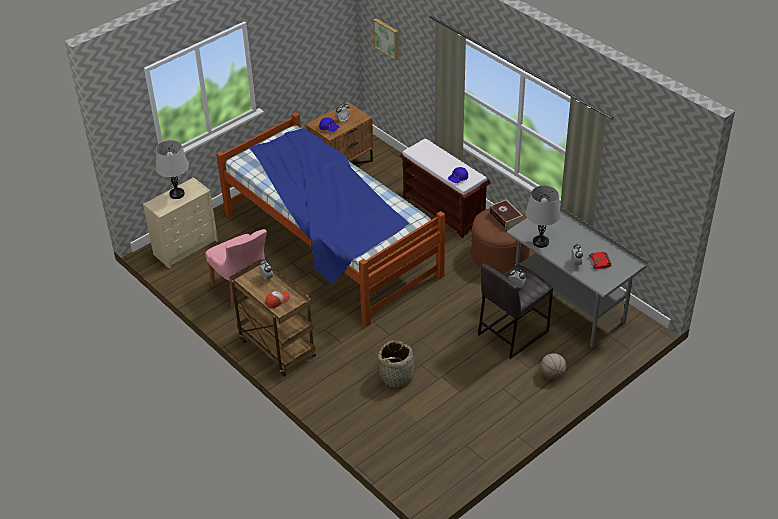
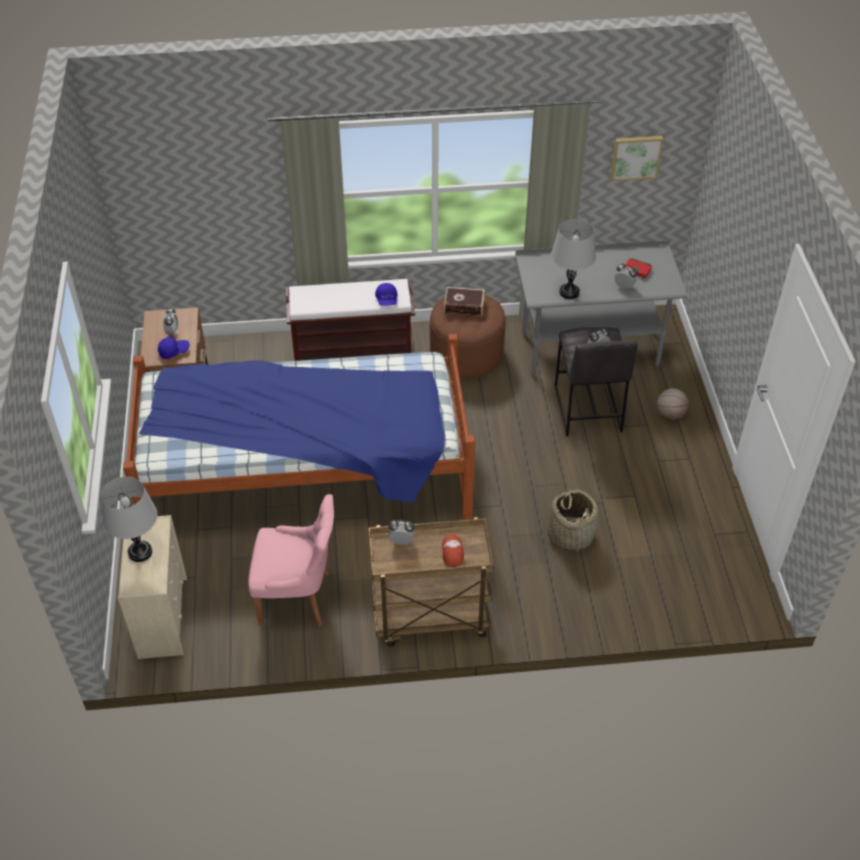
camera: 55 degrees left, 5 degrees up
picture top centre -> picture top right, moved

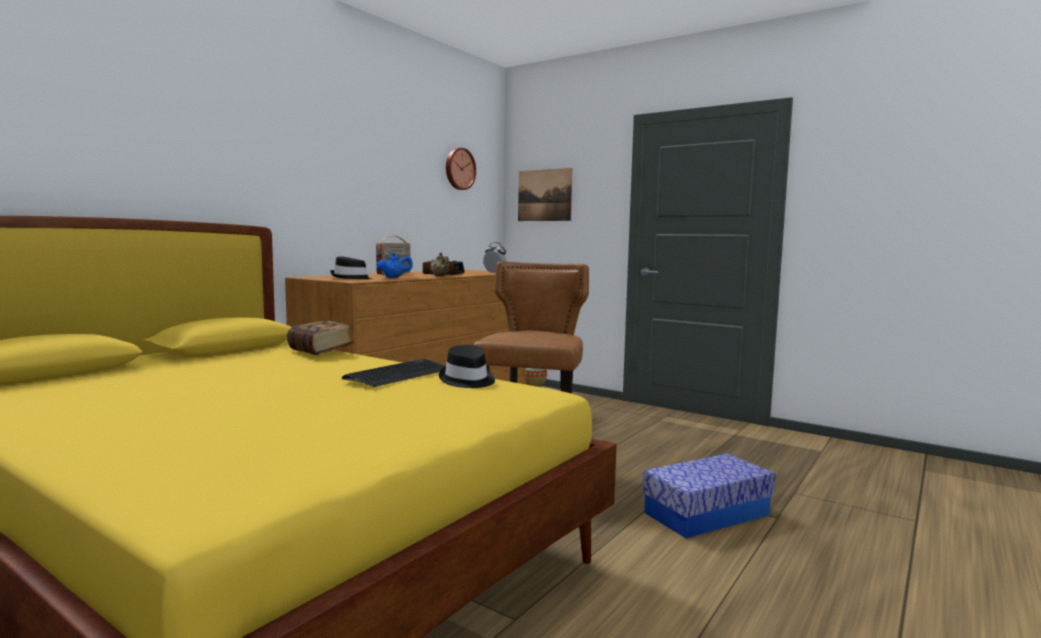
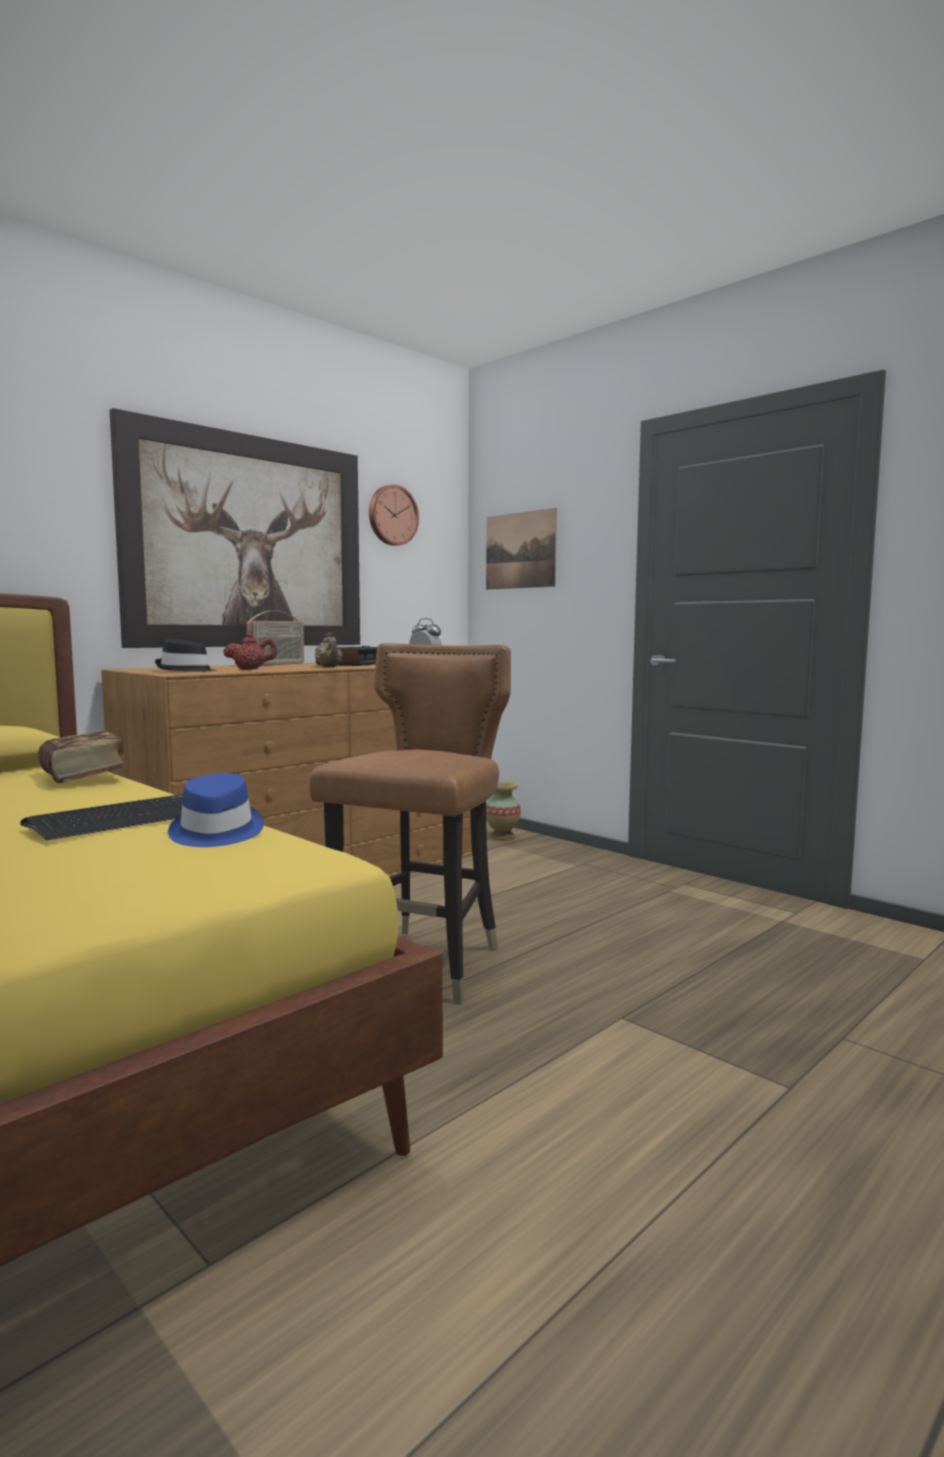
camera: 10 degrees right, 0 degrees up
teapot in blue centre -> teapot in red middle left
hat in black (2nd from left) centre -> hat in blue middle left
storage box bottom right -> none
none -> picture (1st from left) middle left

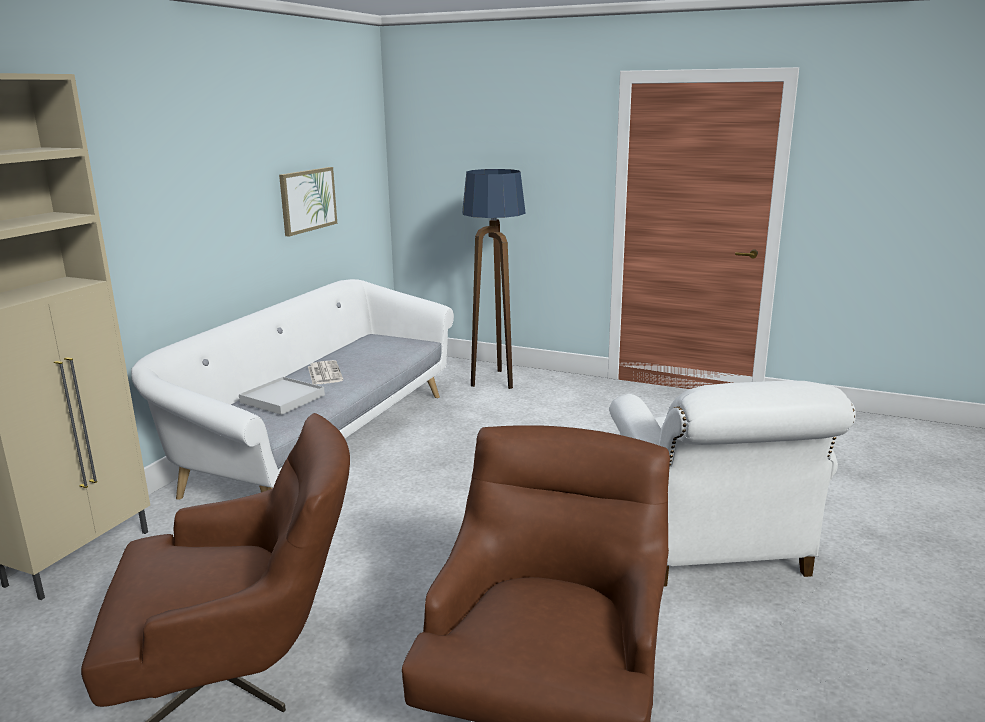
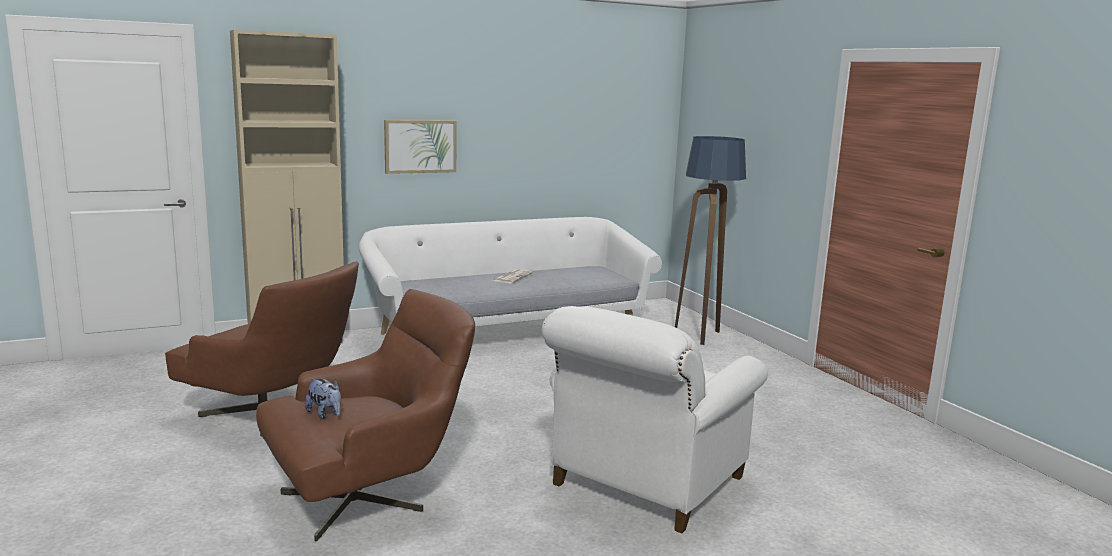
camera: 40 degrees right, 5 degrees down
picture top left -> picture top centre, moved
tray in white middle left -> none
none -> plush toy bottom left

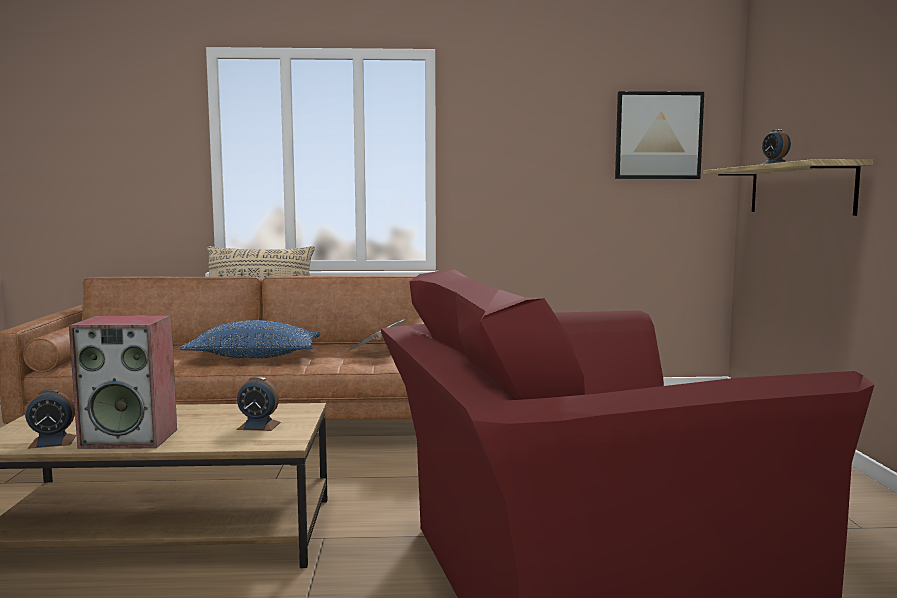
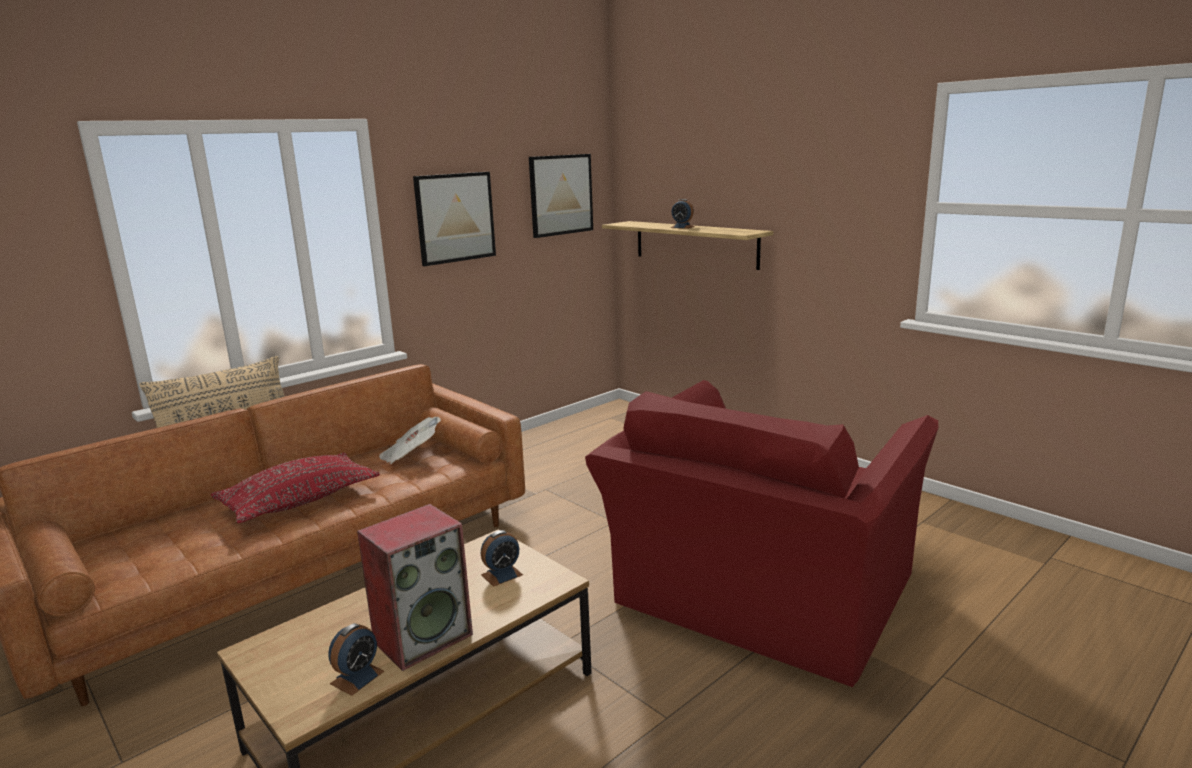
camera: 40 degrees left, 10 degrees up
pillow in blue middle left -> pillow in red middle left
none -> picture (1st from left) top centre

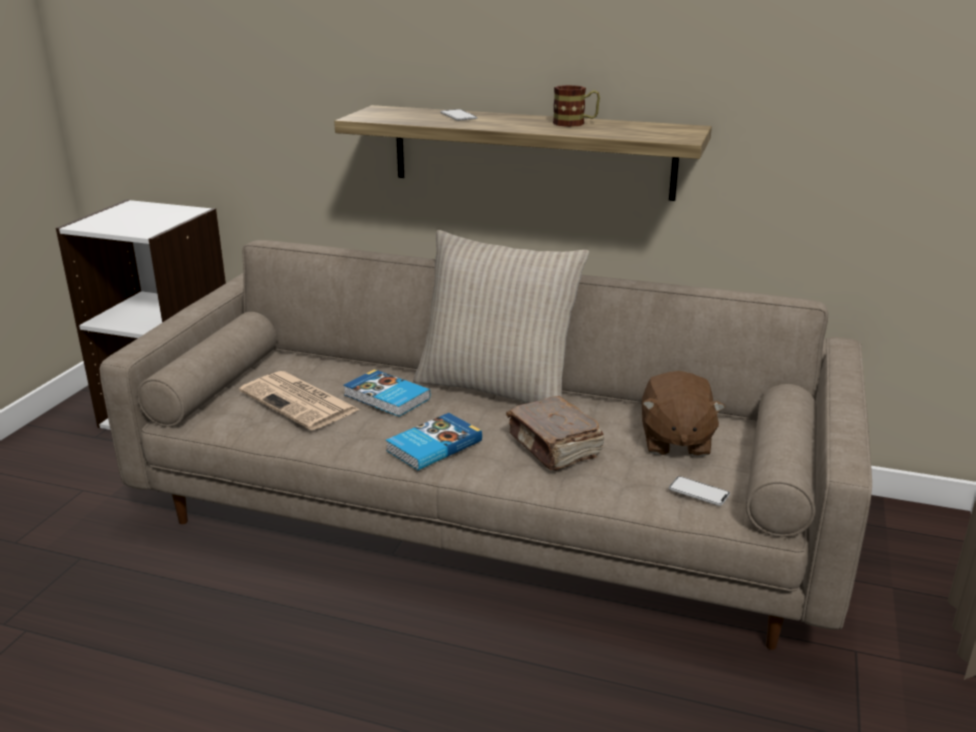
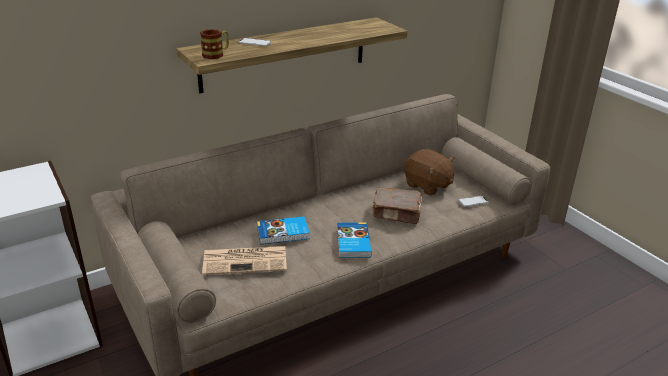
camera: 50 degrees left, 5 degrees up
mug top centre -> mug top left, moved
pillow in beige centre -> none

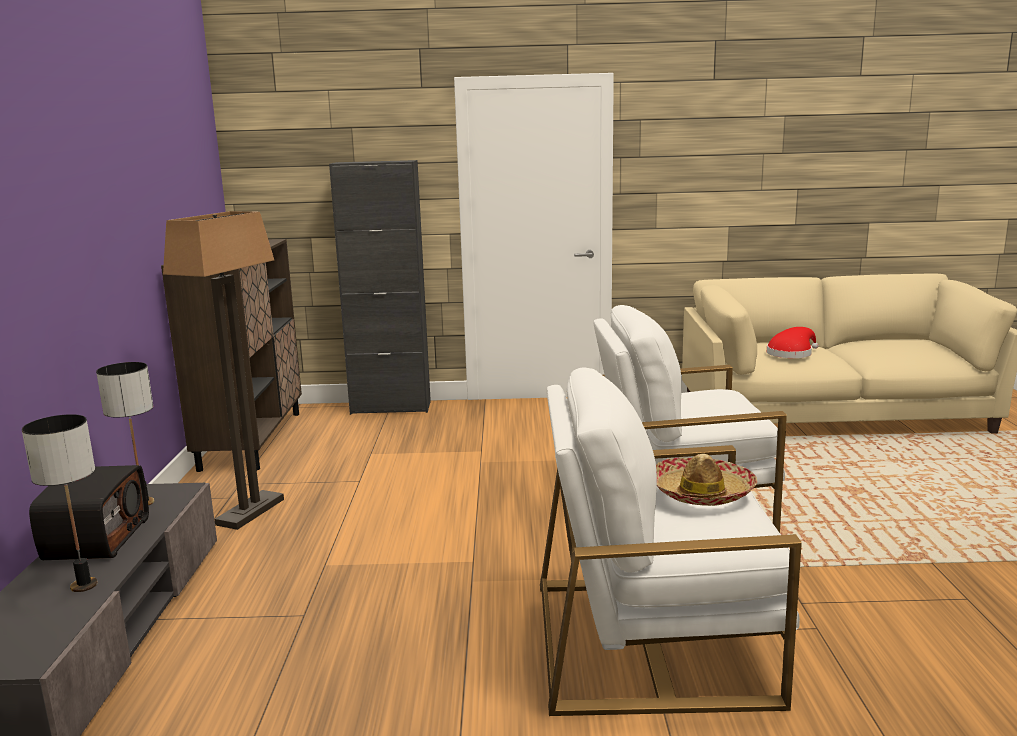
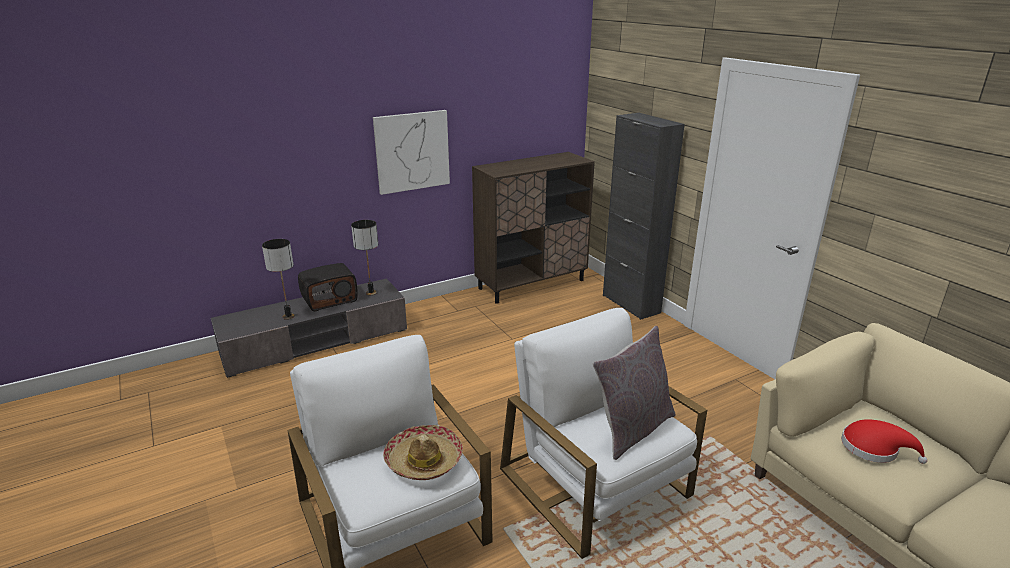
camera: 60 degrees right, 10 degrees up
floor lamp middle left -> none
none -> picture top centre
none -> pillow in grey bottom centre

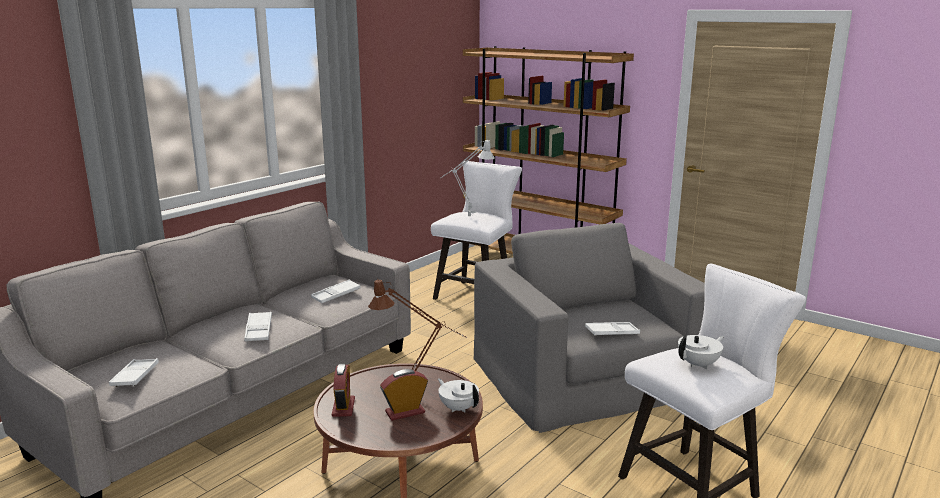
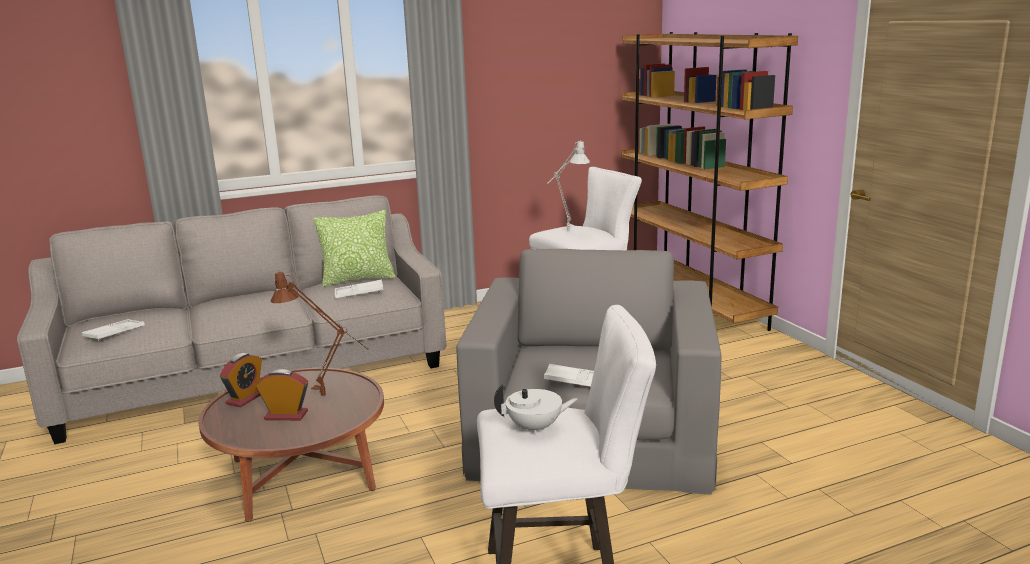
camera: 30 degrees right, 0 degrees up
tray in white (2nd from left) middle left -> none
teapot in white (1st from left) bottom centre -> none
none -> pillow centre

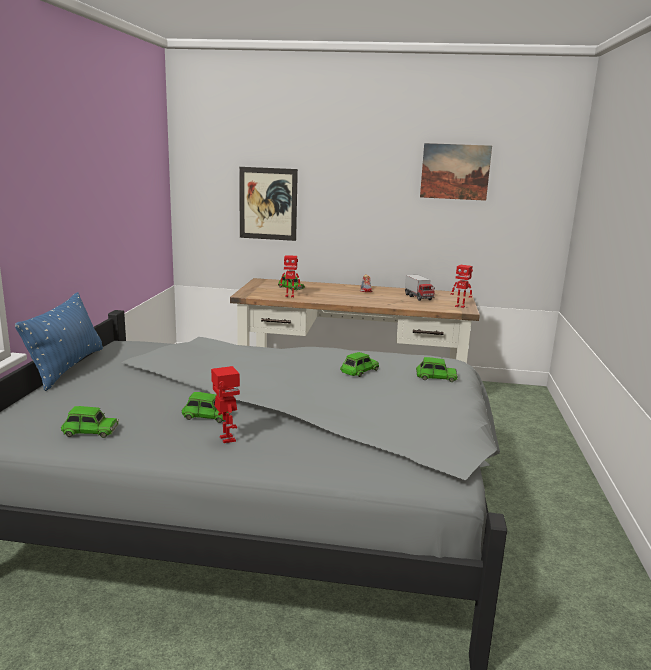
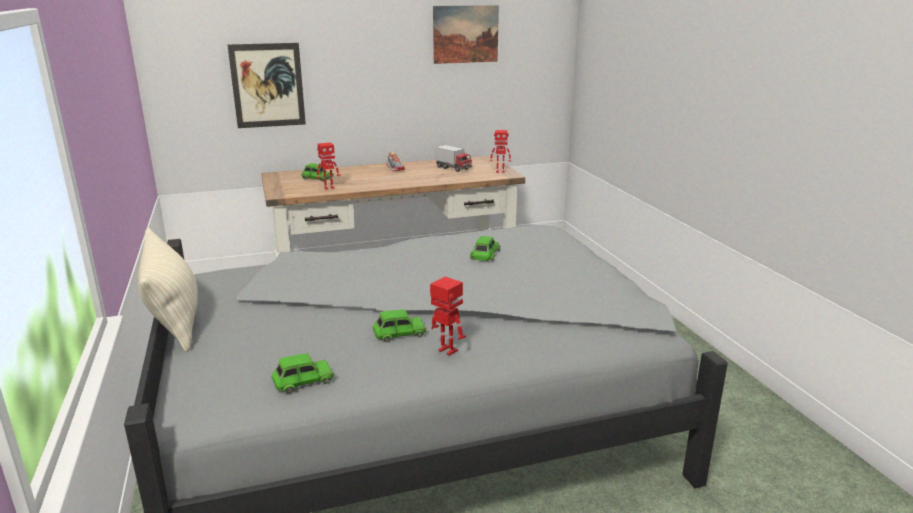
camera: 25 degrees left, 5 degrees up
pillow in blue middle left -> pillow in beige middle left
toy car in green (5th from left) middle right -> none

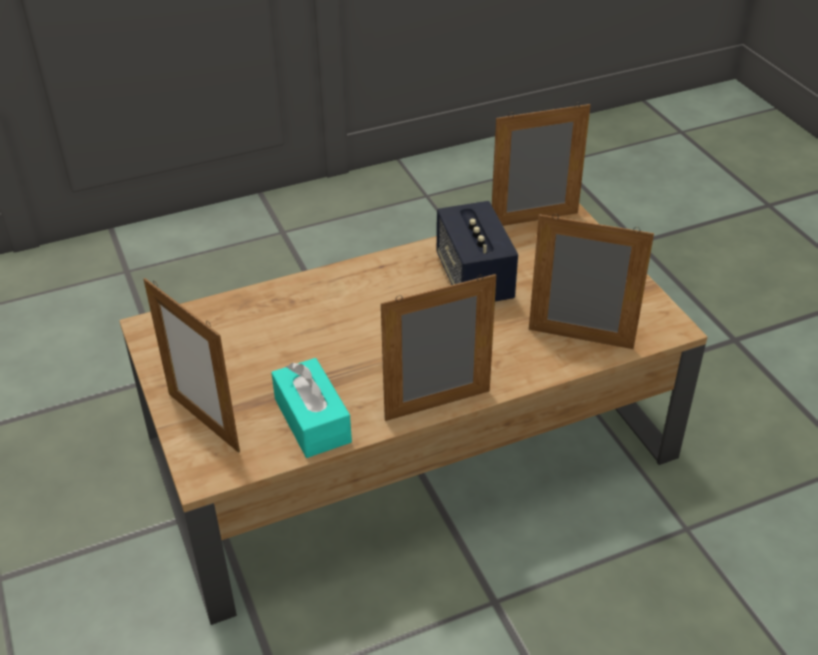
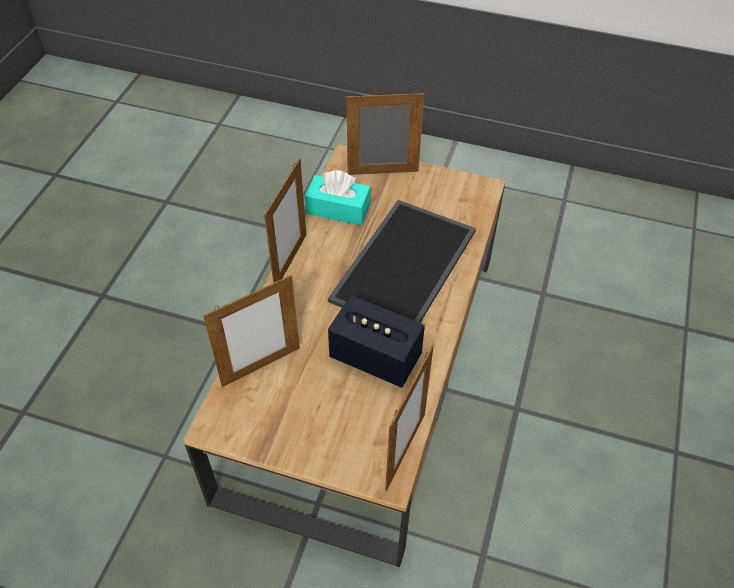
camera: 130 degrees right, 10 degrees up
none -> tray centre

